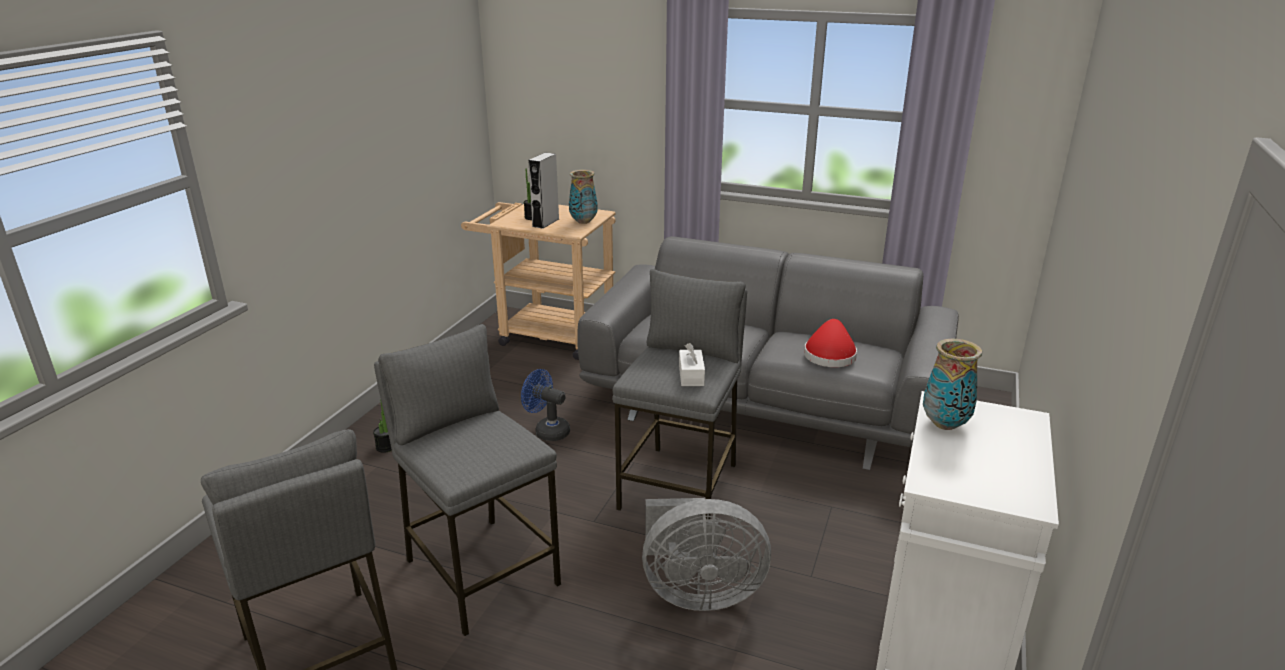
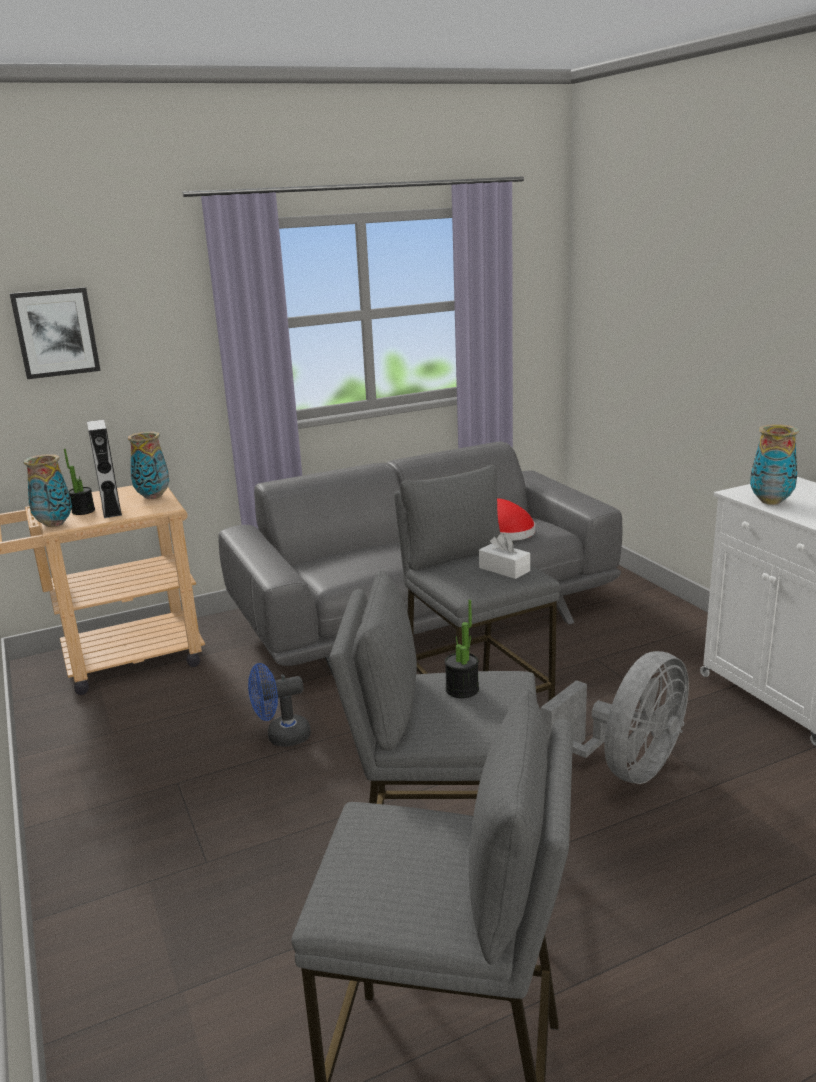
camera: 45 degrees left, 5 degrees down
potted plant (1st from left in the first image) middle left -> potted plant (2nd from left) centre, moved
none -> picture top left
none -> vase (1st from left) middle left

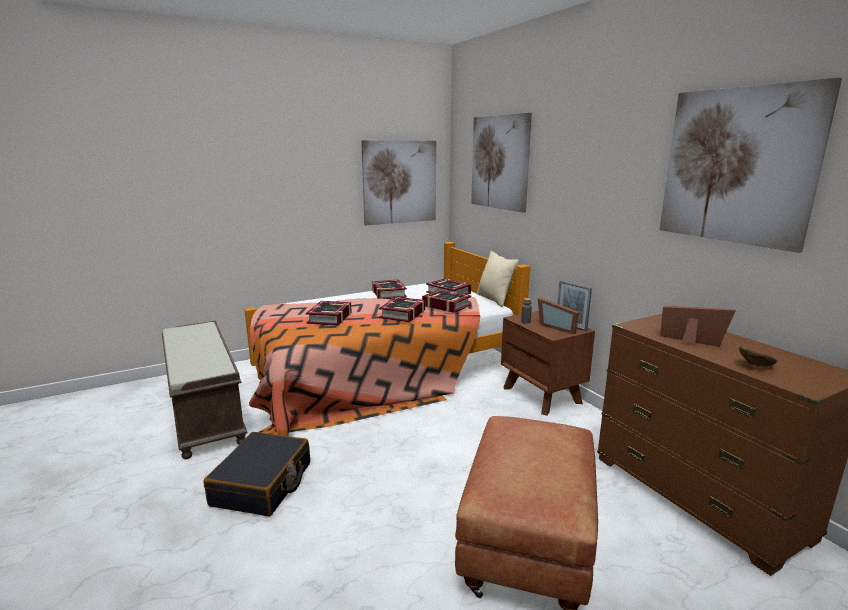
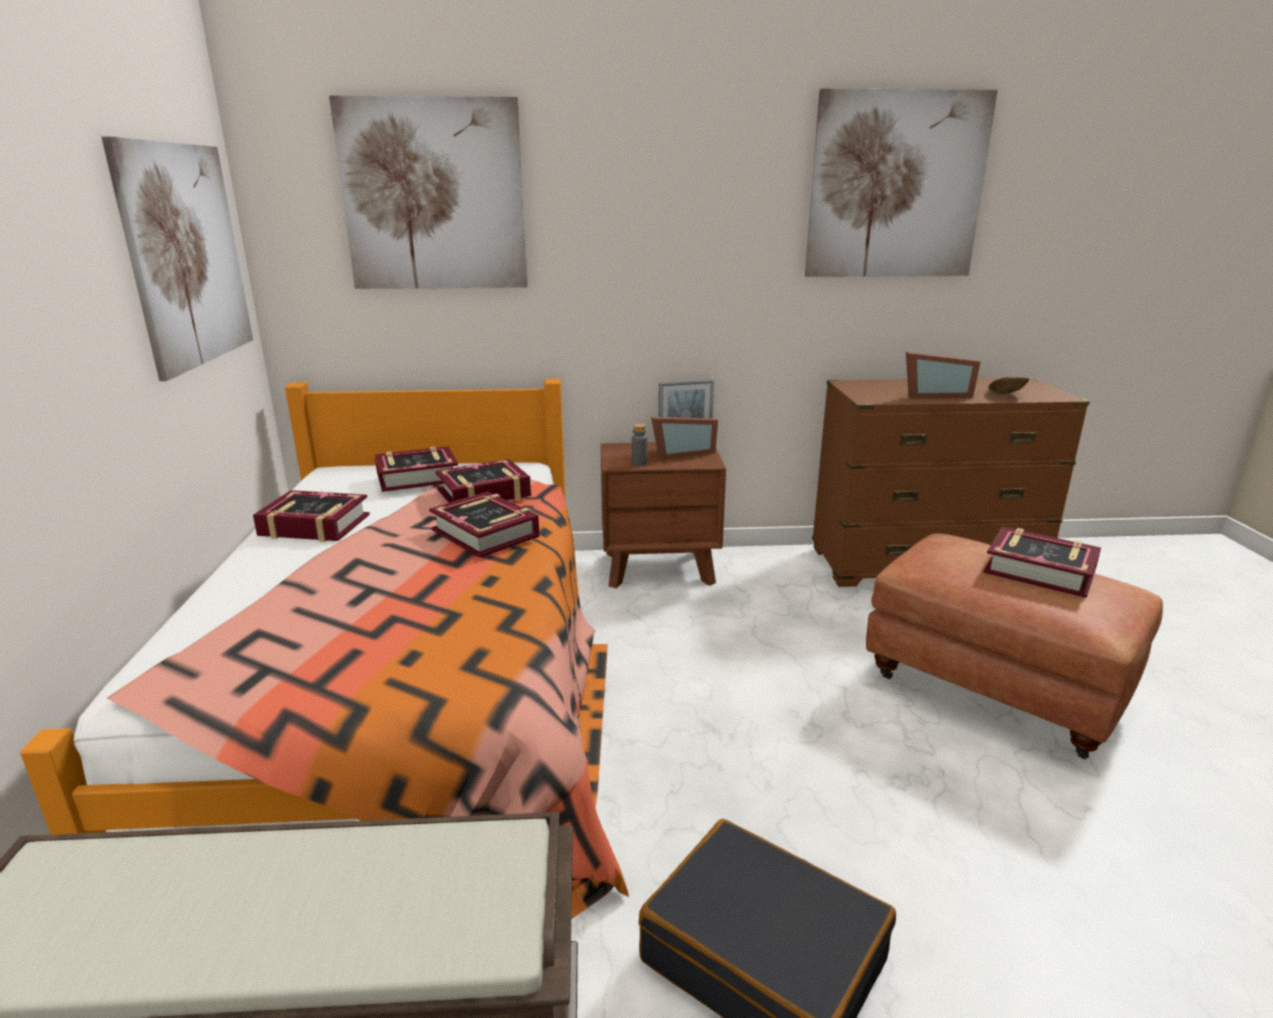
camera: 65 degrees left, 5 degrees up
pillow in beige centre -> none
book (1st from left in the first image) centre -> book (5th from left) middle right, moved
picture frame (3rd from left) middle right, 150 degrees counterclockwise

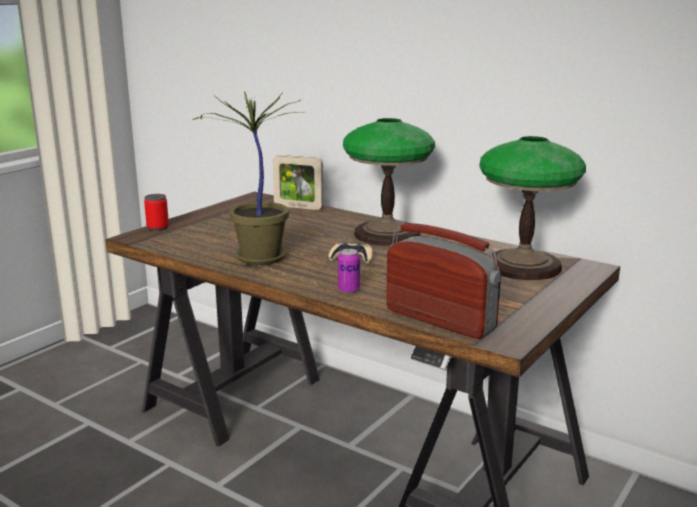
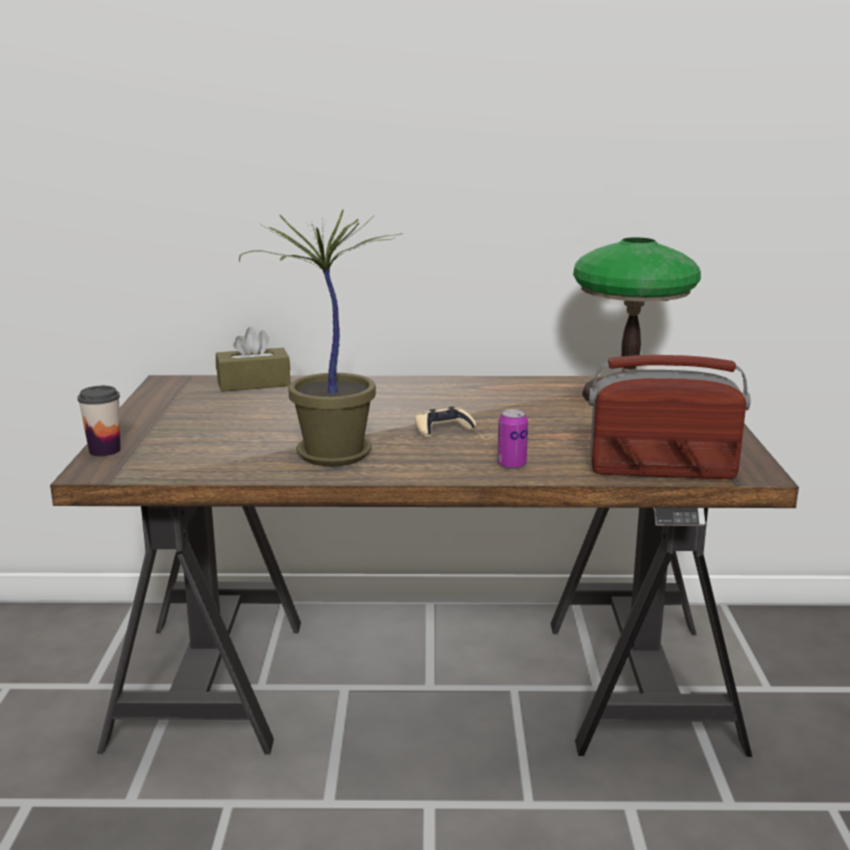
camera: 35 degrees left, 0 degrees up
table lamp (1st from left) centre -> none
picture frame centre -> tissue box in brown middle left
can (1st from left) middle left -> cup middle left

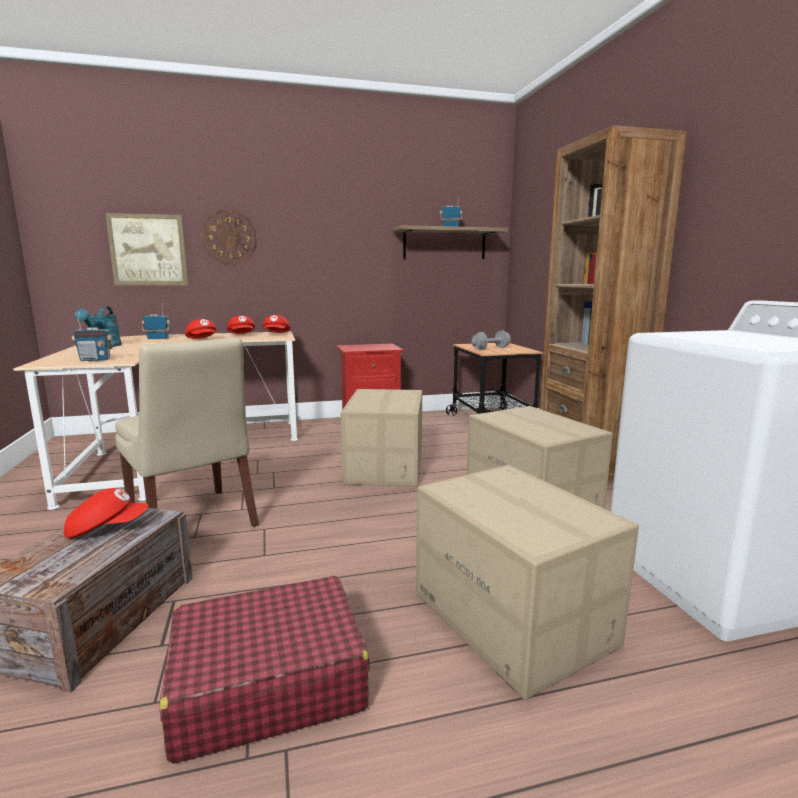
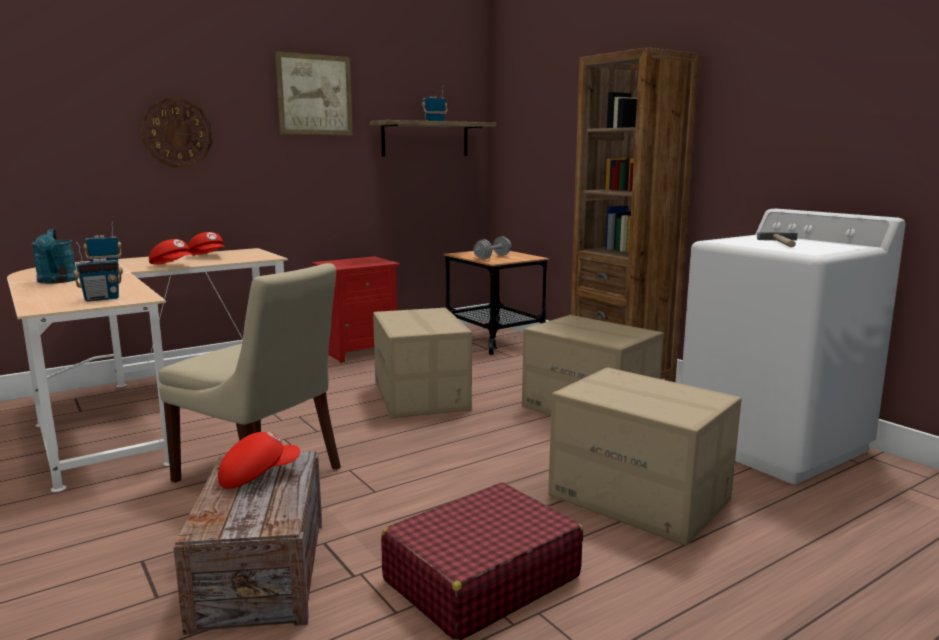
camera: 20 degrees left, 0 degrees up
picture top left -> picture top centre, moved
cap in red (4th from left) centre -> none
none -> hammer middle right

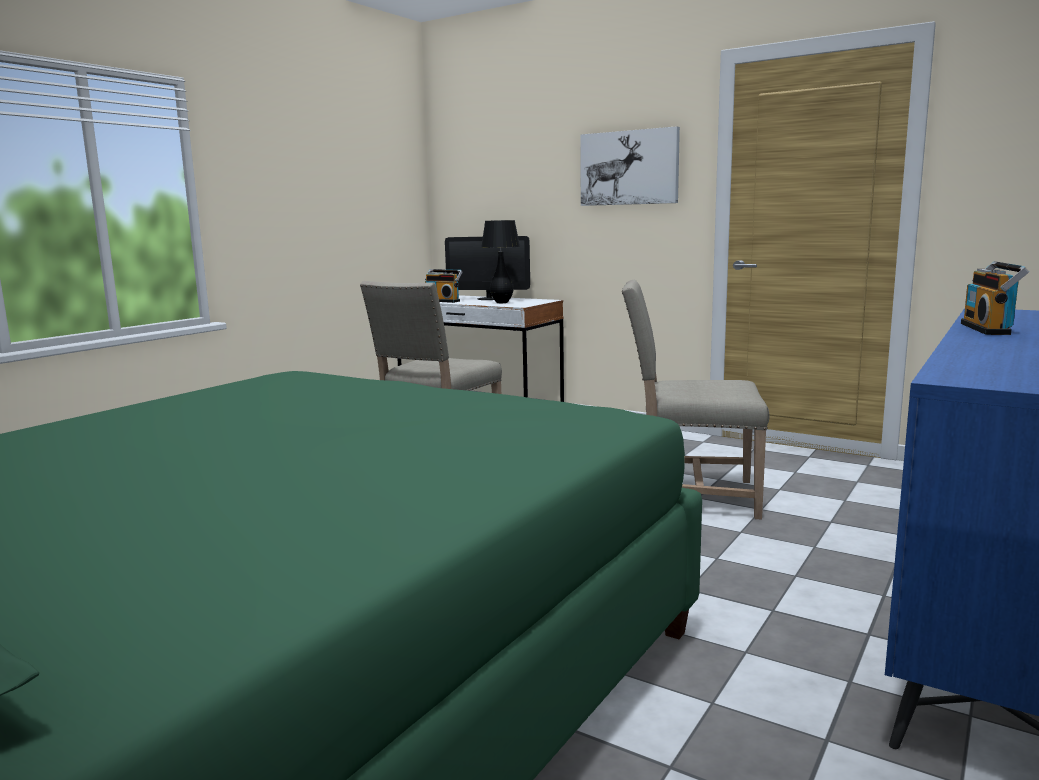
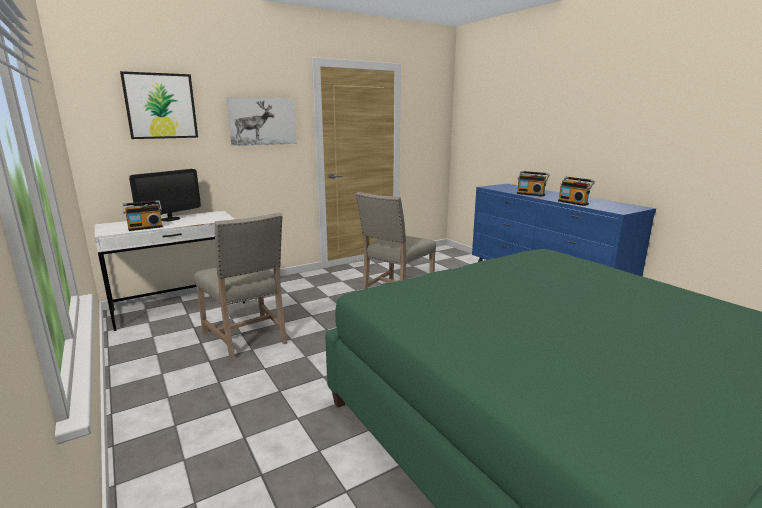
camera: 65 degrees left, 5 degrees up
table lamp in black centre -> none
none -> picture (1st from left) top left
none -> radio (3rd from left) middle right

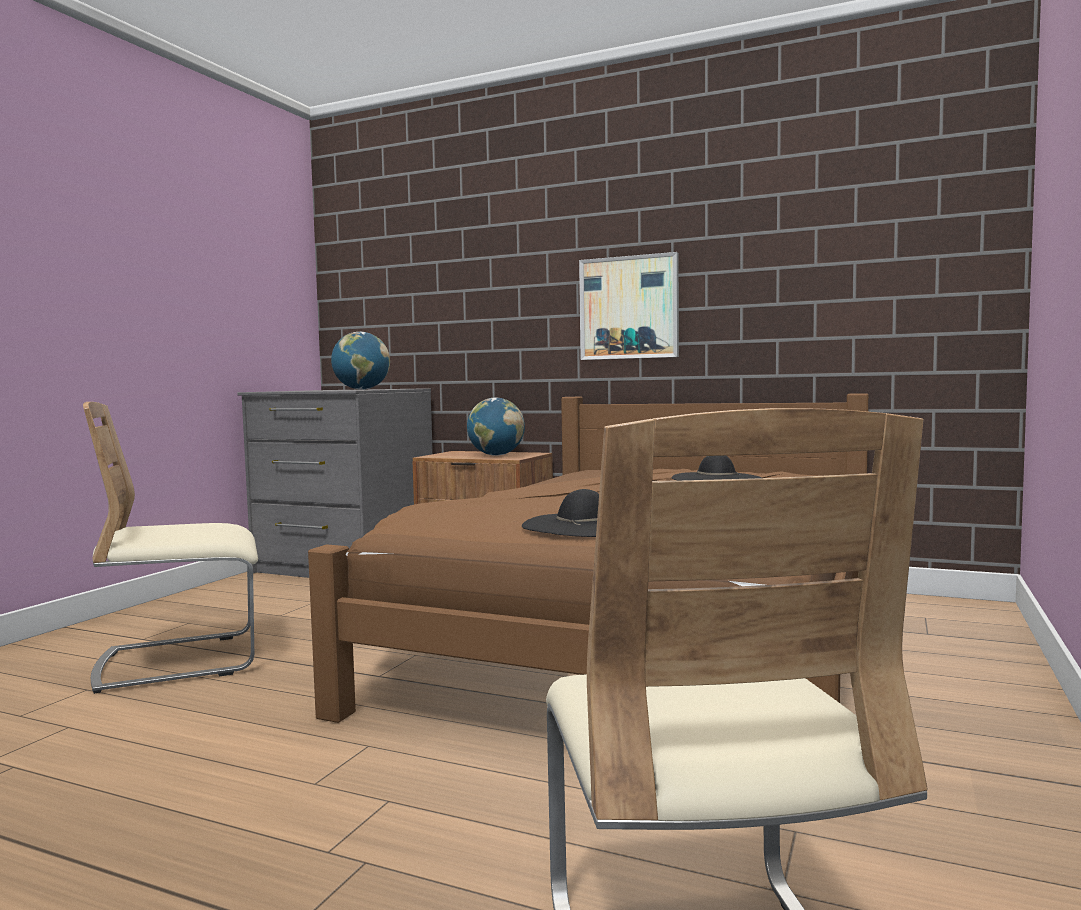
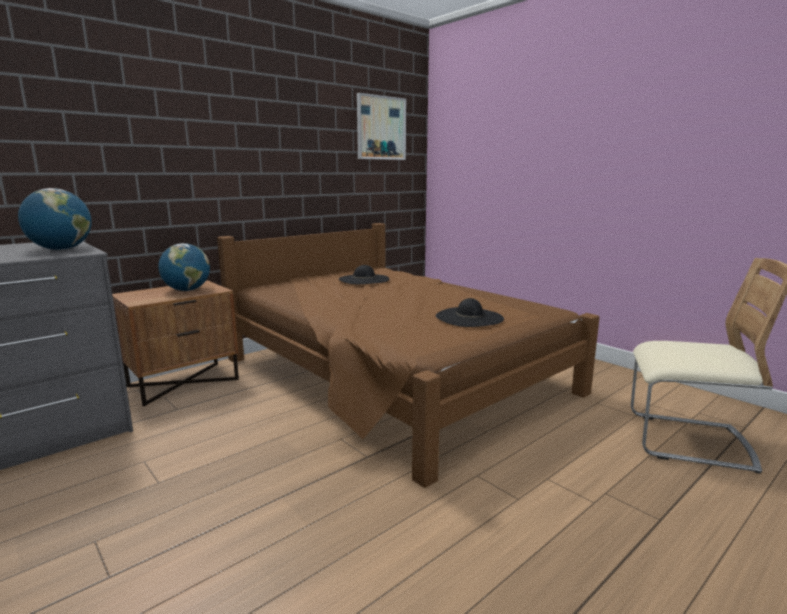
camera: 65 degrees left, 10 degrees up
picture centre -> picture top centre, moved
chair in beige (1st from left) middle left -> none

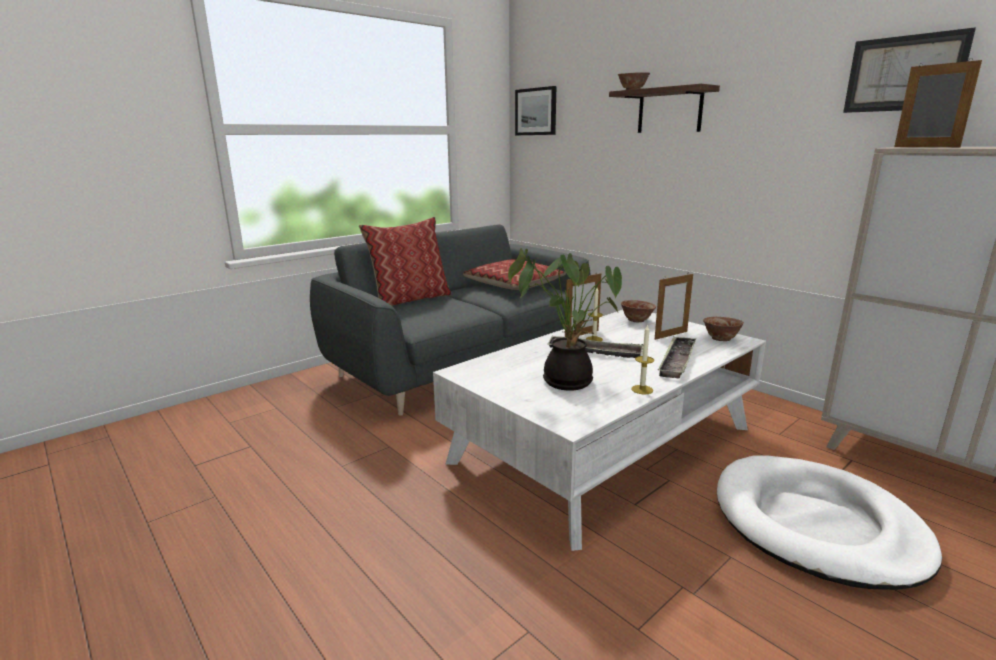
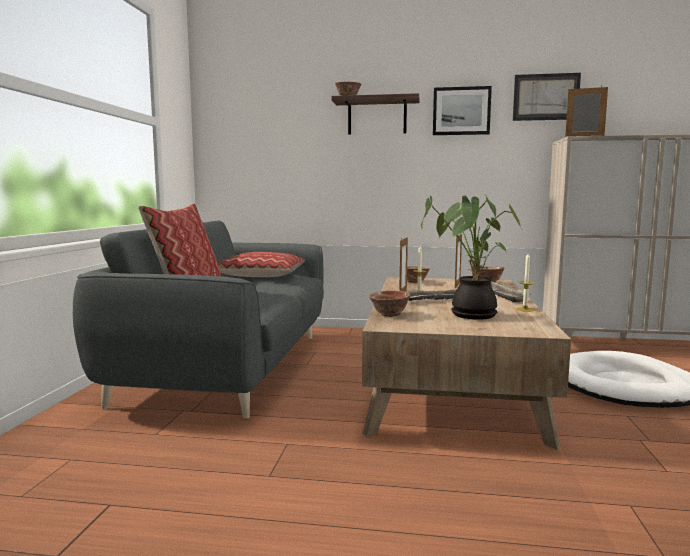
camera: 40 degrees left, 10 degrees down
picture (1st from left) top centre -> picture (1st from left) top right, moved
coffee table in white centre -> coffee table in brown middle right
none -> bowl (2nd from left) centre

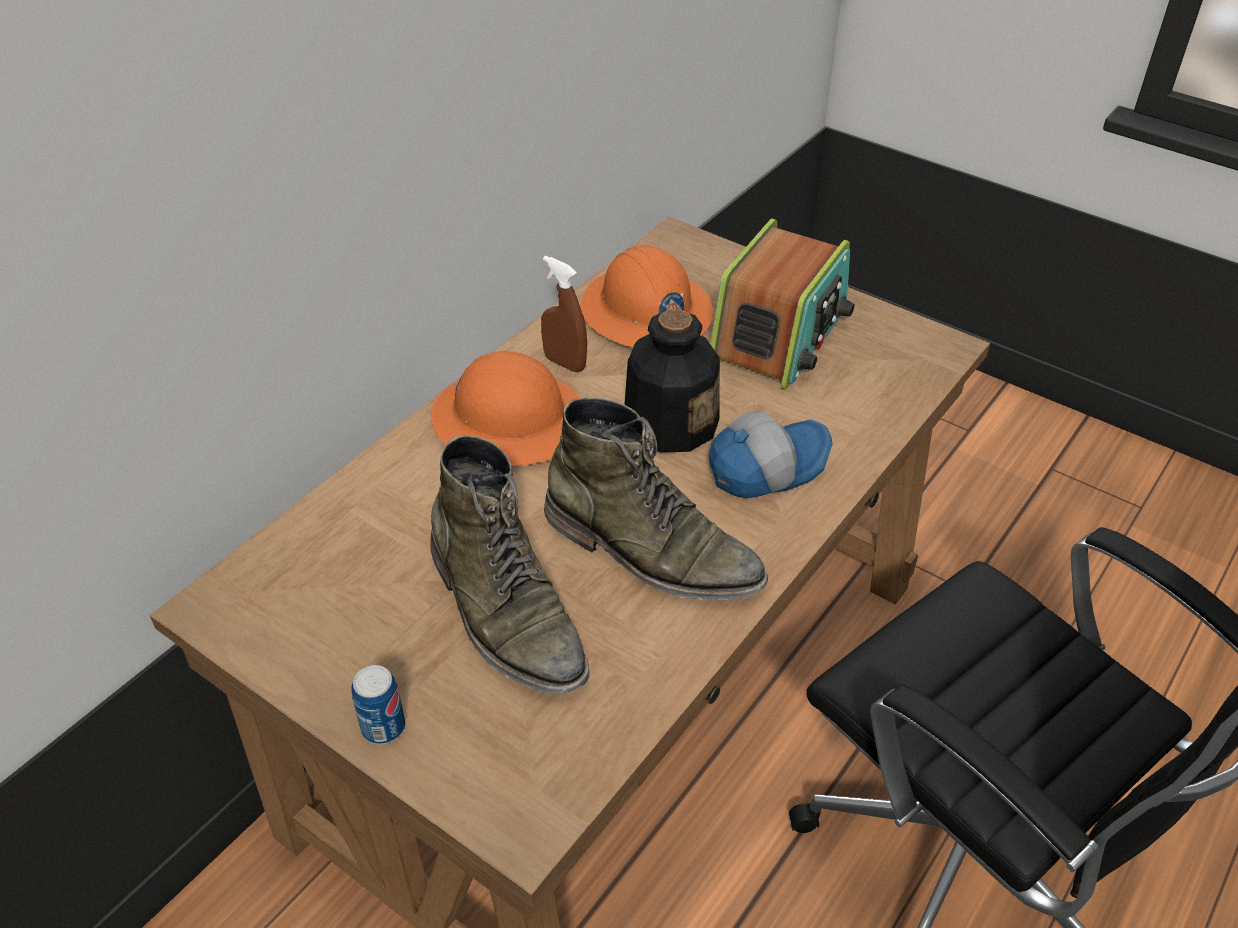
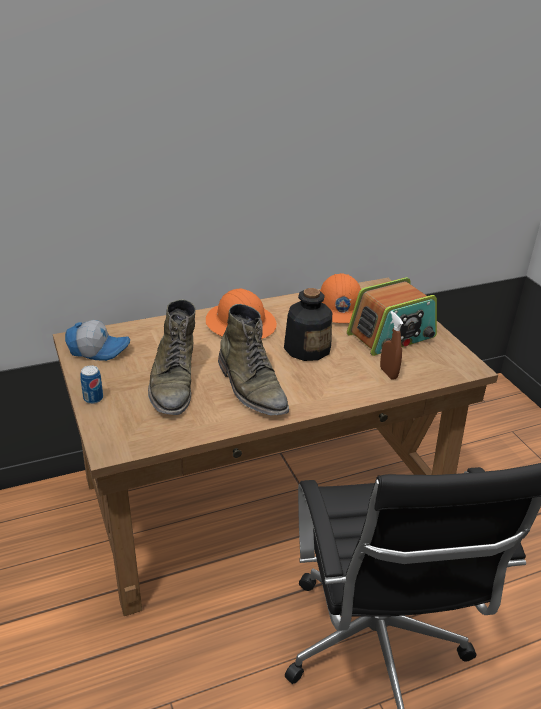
camera: 30 degrees right, 10 degrees down
spray bottle in brown centre -> spray bottle in brown middle right, moved
cap centre -> cap middle left, moved

